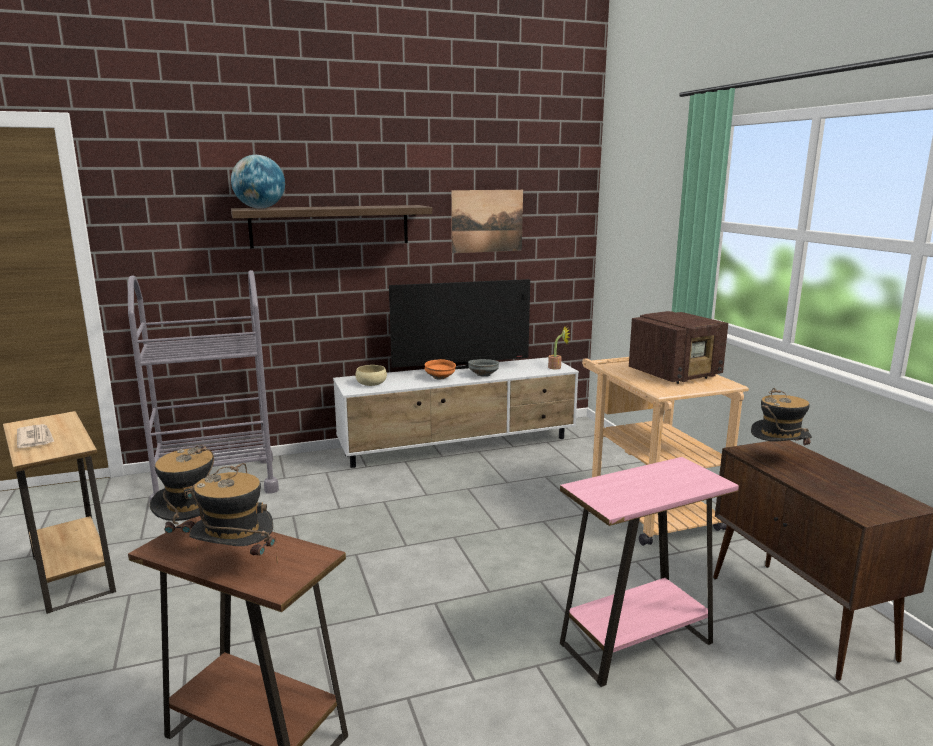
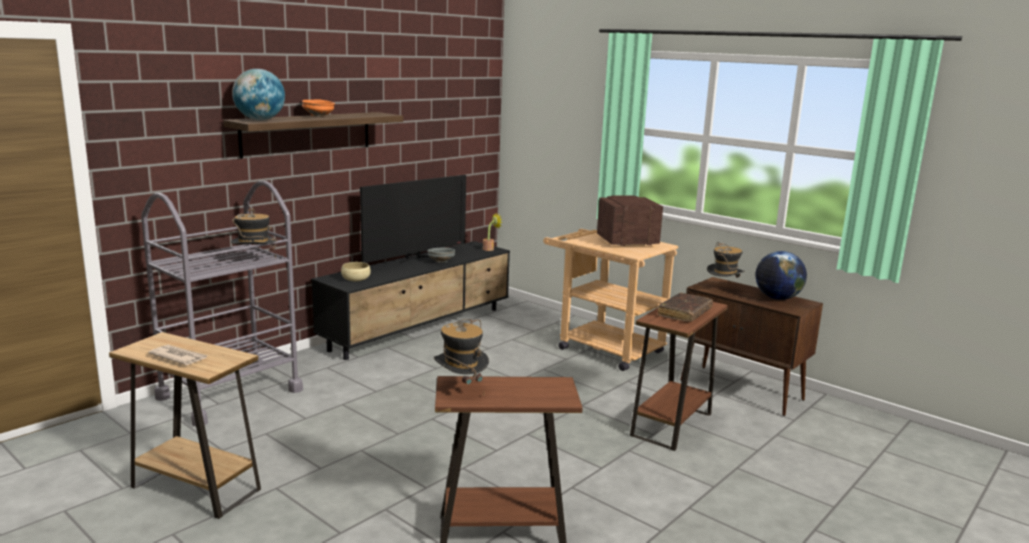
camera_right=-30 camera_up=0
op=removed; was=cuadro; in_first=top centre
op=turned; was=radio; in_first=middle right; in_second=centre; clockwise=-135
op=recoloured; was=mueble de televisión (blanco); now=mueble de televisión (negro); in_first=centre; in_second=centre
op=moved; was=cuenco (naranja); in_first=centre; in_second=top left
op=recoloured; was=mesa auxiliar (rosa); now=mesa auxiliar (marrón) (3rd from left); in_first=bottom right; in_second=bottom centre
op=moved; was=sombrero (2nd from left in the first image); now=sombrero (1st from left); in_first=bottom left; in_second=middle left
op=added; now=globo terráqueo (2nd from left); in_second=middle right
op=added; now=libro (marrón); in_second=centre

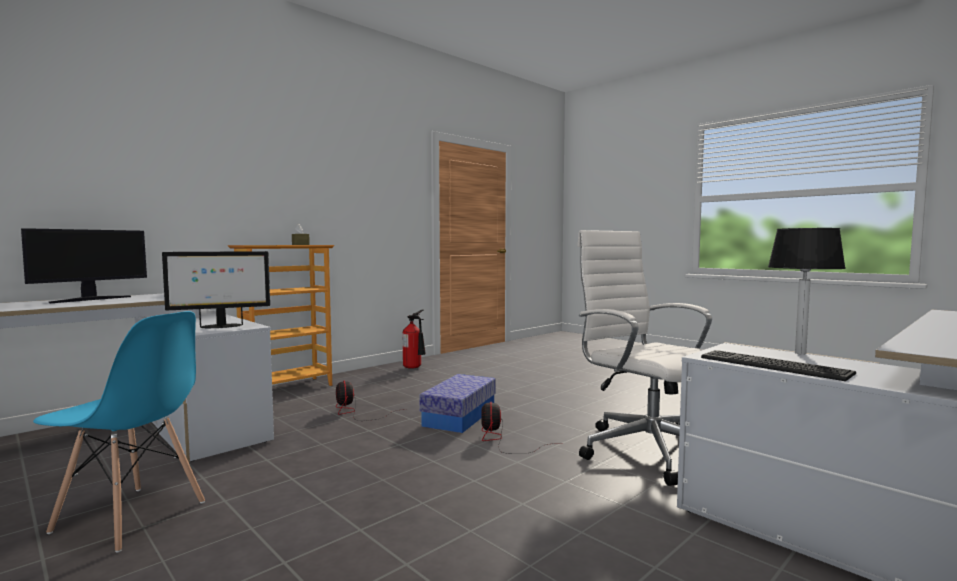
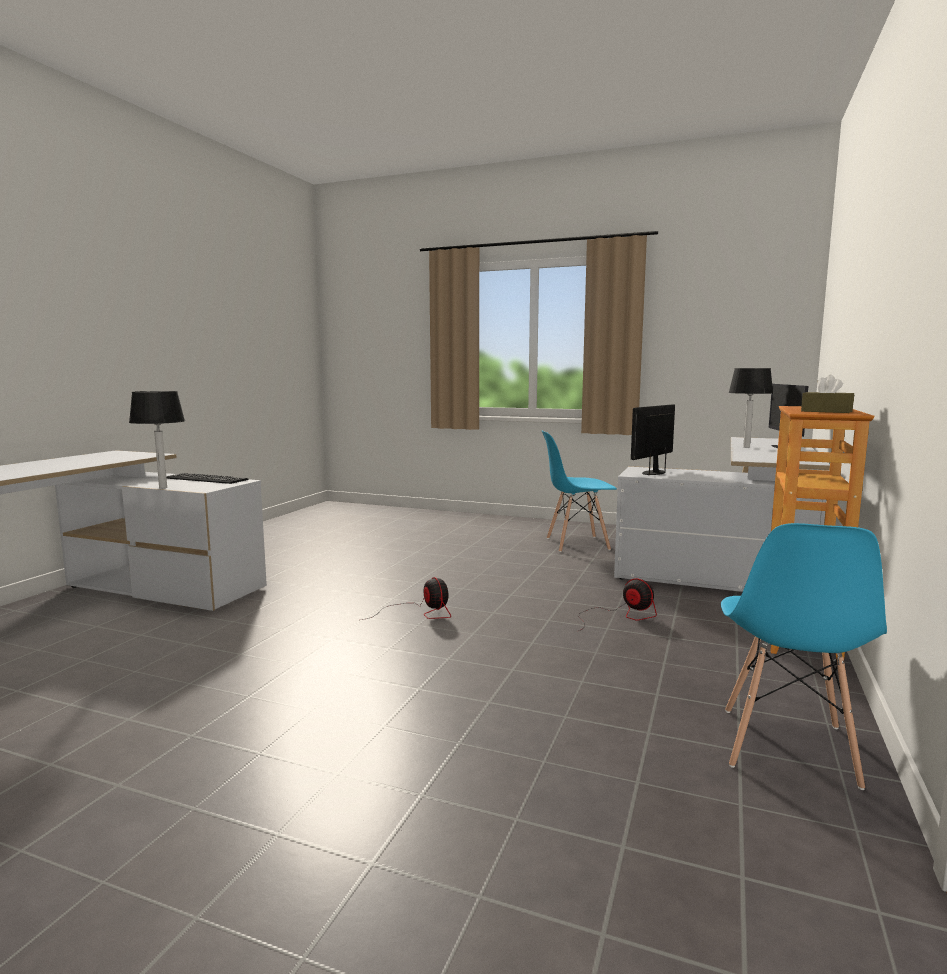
camera_right=155 camera_up=5
op=removed; was=silla de oficina (blanco); in_first=middle right
op=replaced; was=extintor; now=silla (azul) (2nd from left); in_first=centre; in_second=bottom right
op=removed; was=caja de almacenaje; in_first=bottom centre
op=added; now=lámpara de mesa (2nd from left); in_second=middle right

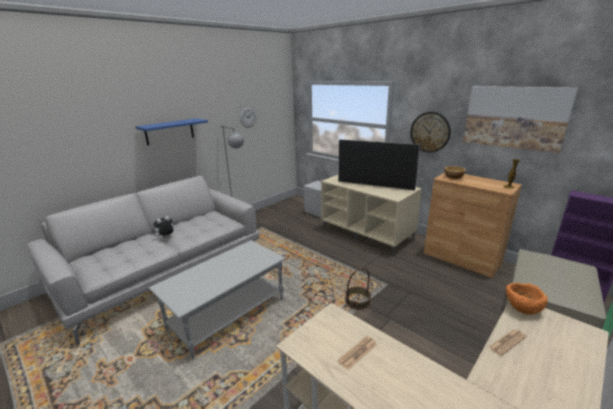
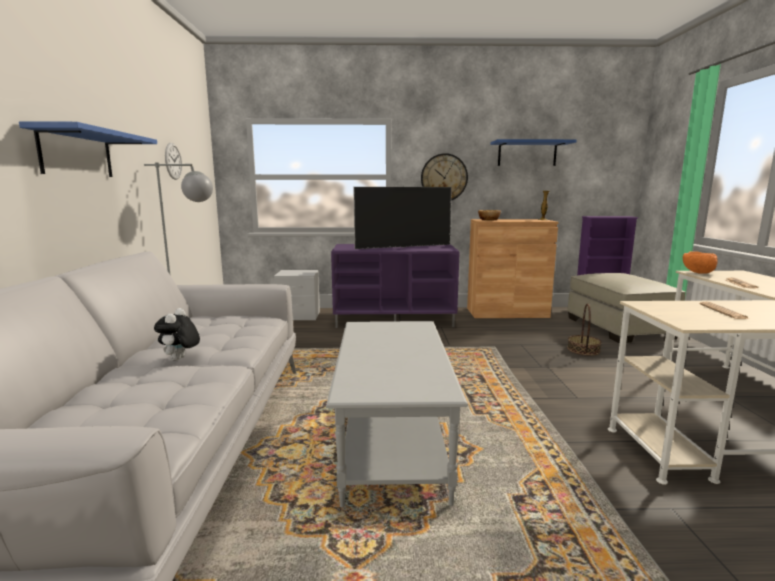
camera_right=-45 camera_up=-10
op=replaced; was=cuadro; now=estante (azul) (2nd from left); in_first=top right; in_second=top right
op=recoloured; was=mueble de televisión (beis); now=mueble de televisión (morado); in_first=centre; in_second=centre
op=moved; was=cesta; in_first=bottom centre; in_second=middle right

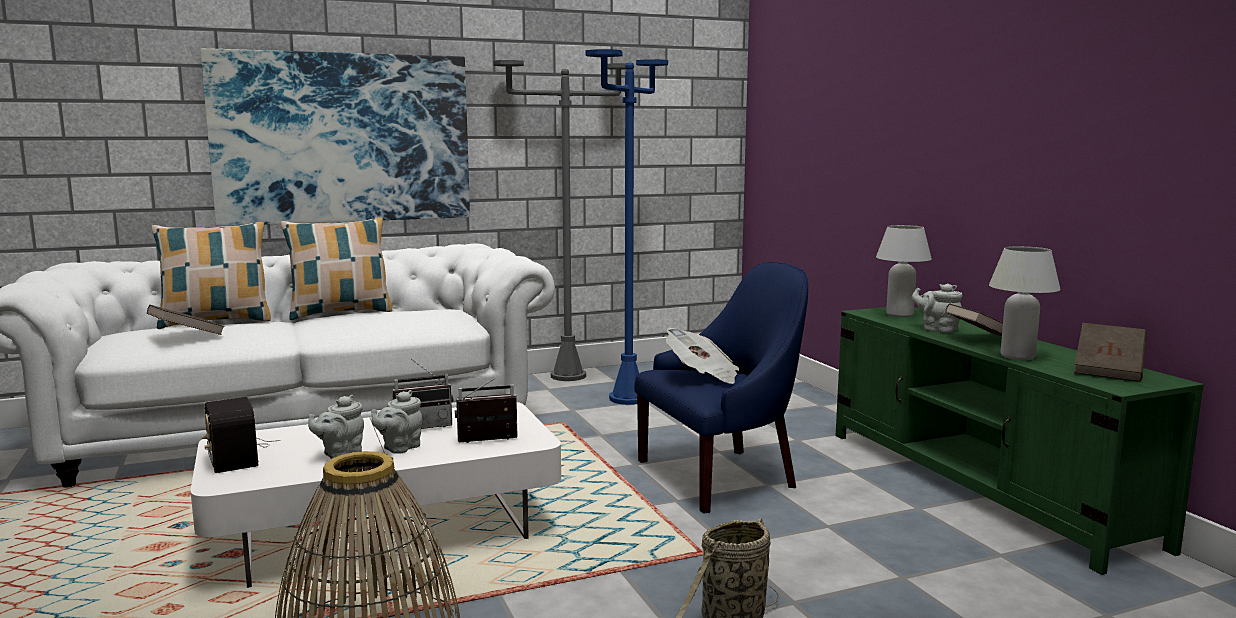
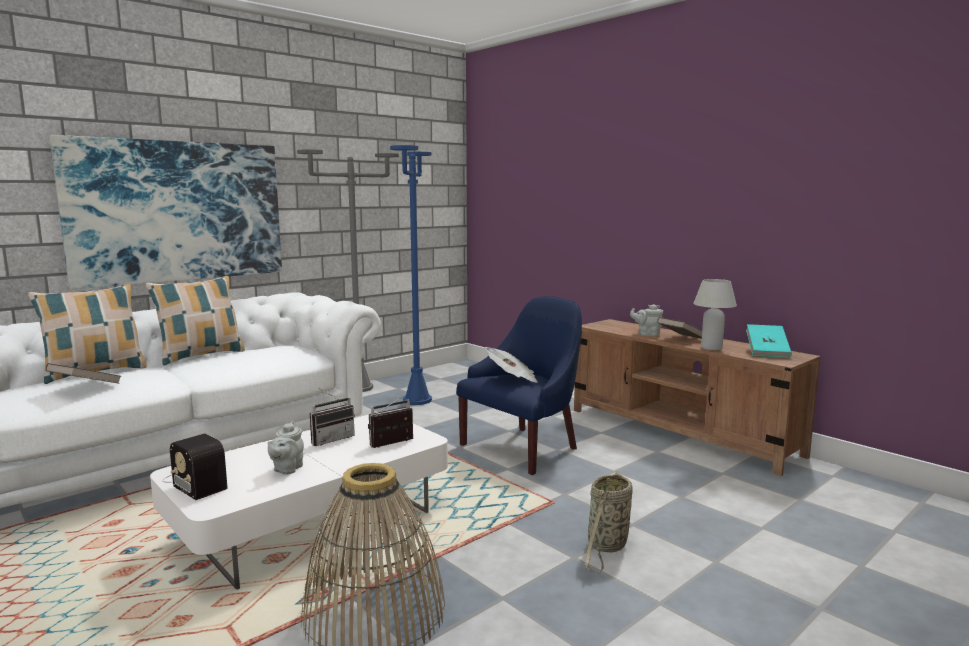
camera_right=-20 camera_up=0
op=removed; was=lámpara de mesa (blanco) (1st from left); in_first=middle right
op=recoloured; was=mueble de televisión (verde); now=mueble de televisión (marrón); in_first=bottom right; in_second=middle right
op=recoloured; was=libro (marrón) (3rd from left); now=libro (turquesa); in_first=middle right; in_second=middle right
op=removed; was=tetera (gris) (2nd from left); in_first=bottom left

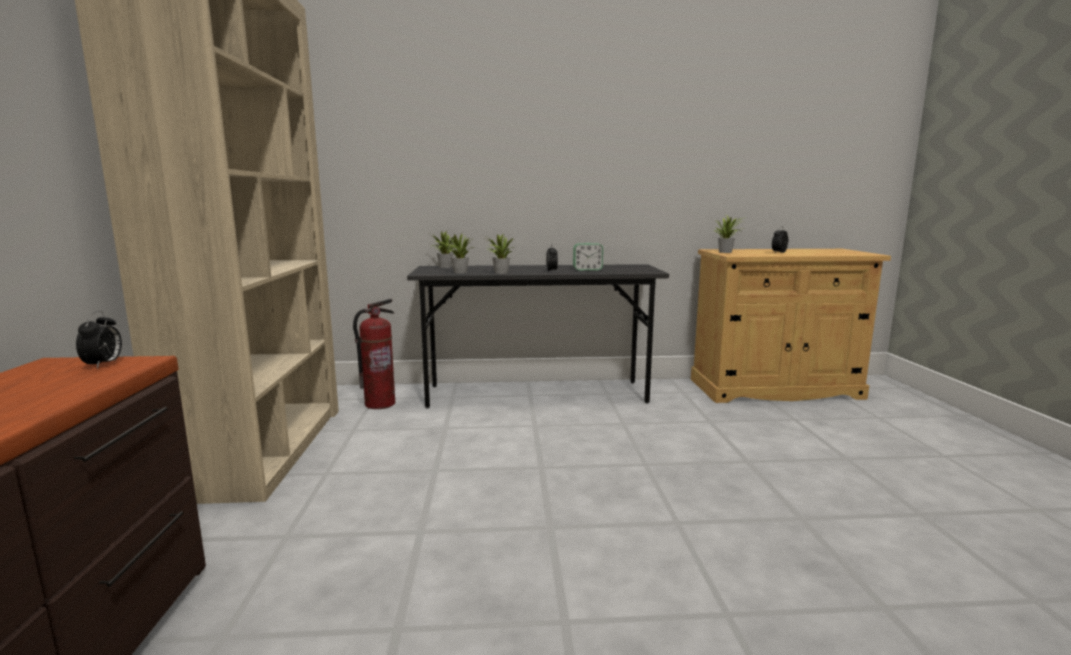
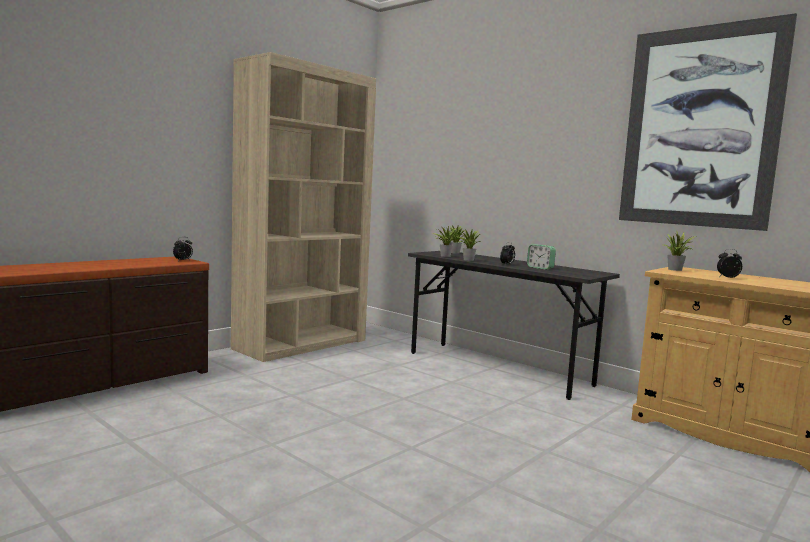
camera_right=45 camera_up=-5
op=removed; was=extintor; in_first=centre
op=added; now=cuadro; in_second=top right

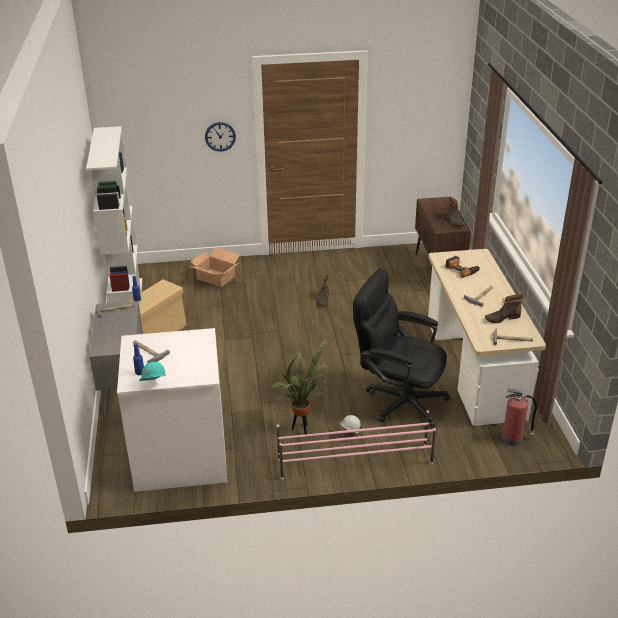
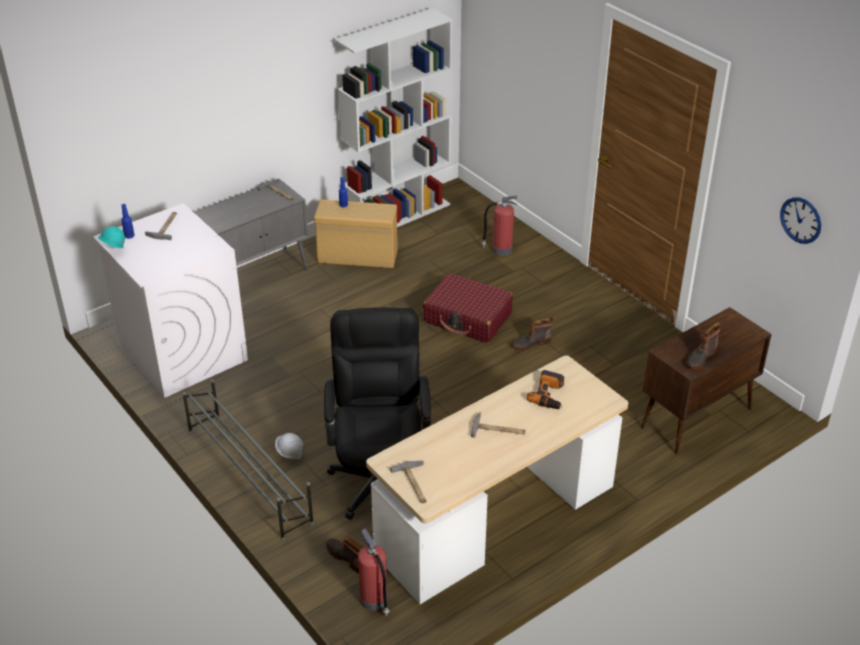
camera_right=60 camera_up=5
op=moved; was=reloj de pared; in_first=top centre; in_second=middle right
op=replaced; was=caja de cartón; now=extintor (2nd from left); in_first=centre; in_second=centre
op=moved; was=bota (3rd from left in the first image); now=bota (1st from left); in_first=middle right; in_second=bottom centre
op=removed; was=planta en maceta; in_first=centre
op=recoloured; was=zapatero (rosa); now=zapatero (gris); in_first=bottom centre; in_second=bottom left
op=added; now=maleta (rojo); in_second=centre

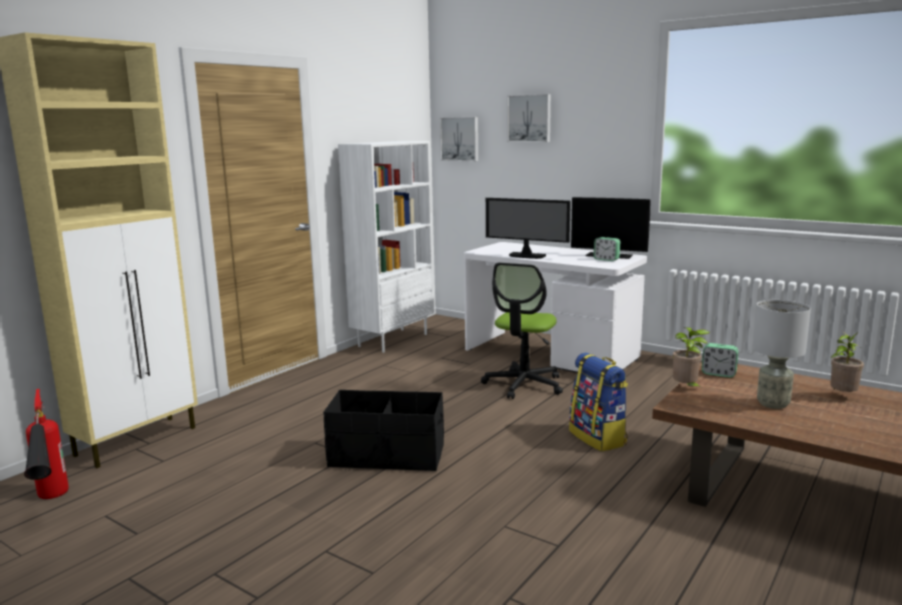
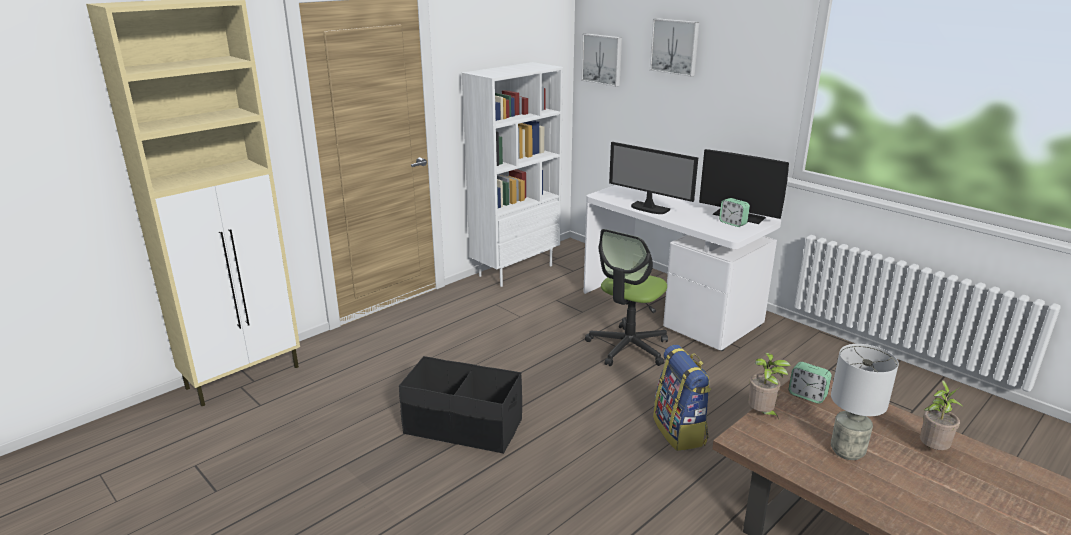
camera_right=10 camera_up=10
op=removed; was=extintor; in_first=bottom left

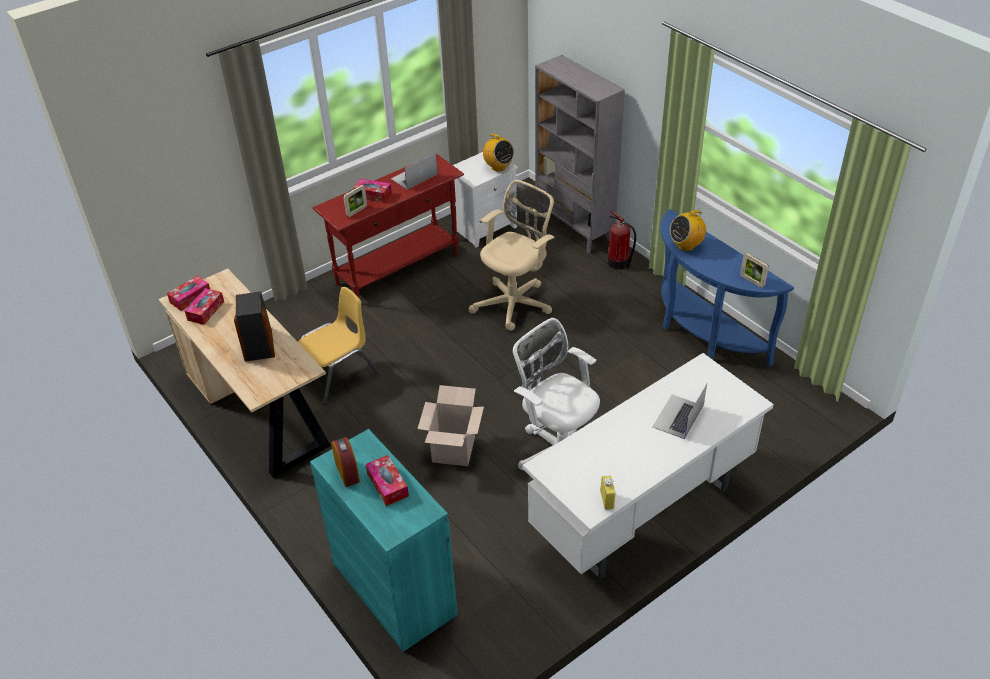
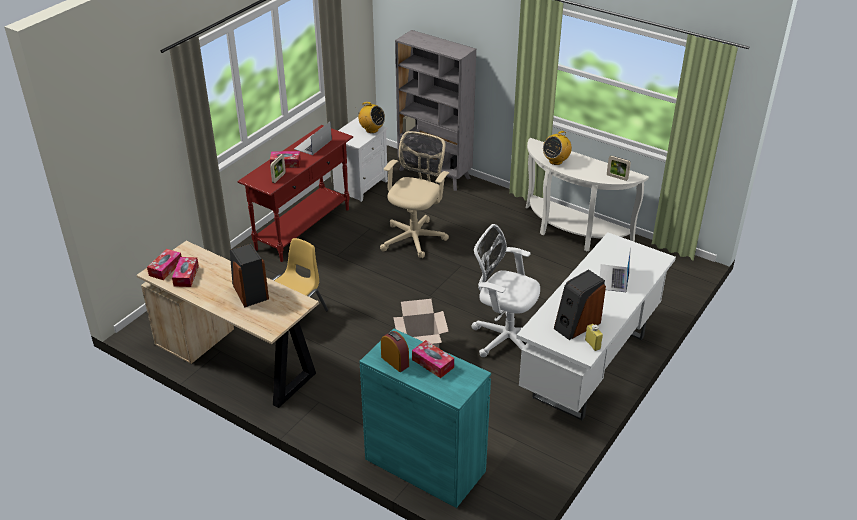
camera_right=-20 camera_up=-5
op=recoloured; was=mesa consola (azul); now=mesa consola (blanco); in_first=middle right; in_second=middle right
op=removed; was=extintor; in_first=centre
op=added; now=altavoz (2nd from left); in_second=middle right

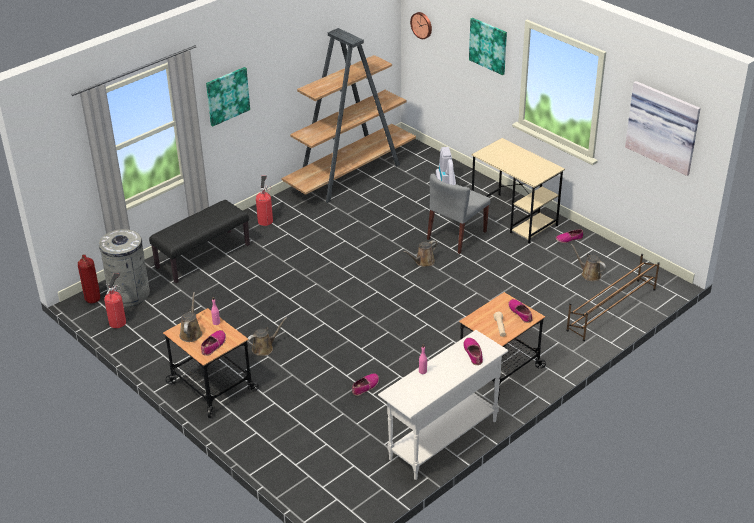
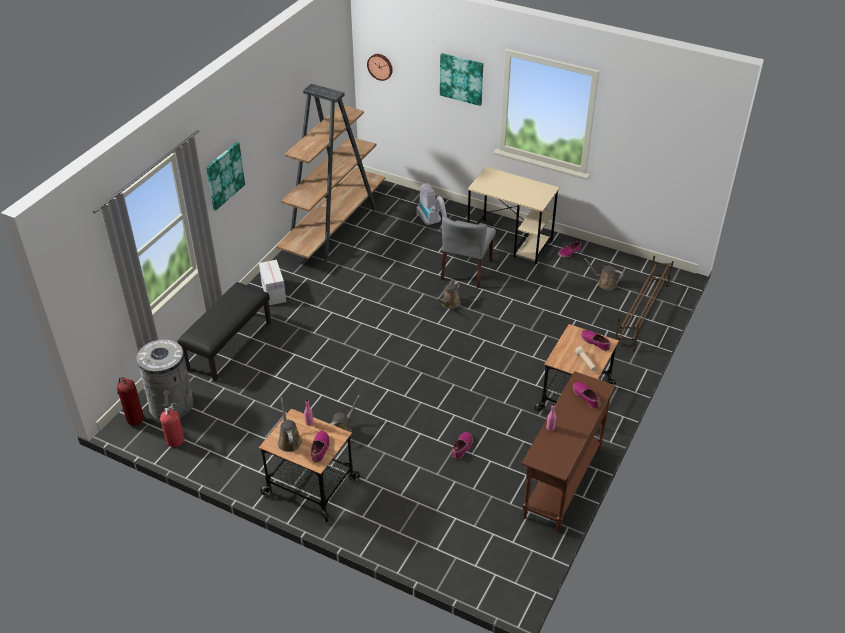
camera_right=-20 camera_up=5
op=removed; was=cuadro (3rd from left); in_first=top right
op=replaced; was=extintor (3rd from left); now=caja de cartón; in_first=centre; in_second=middle left
op=recoloured; was=mesa consola (blanco); now=mesa consola (marrón); in_first=bottom centre; in_second=bottom right

